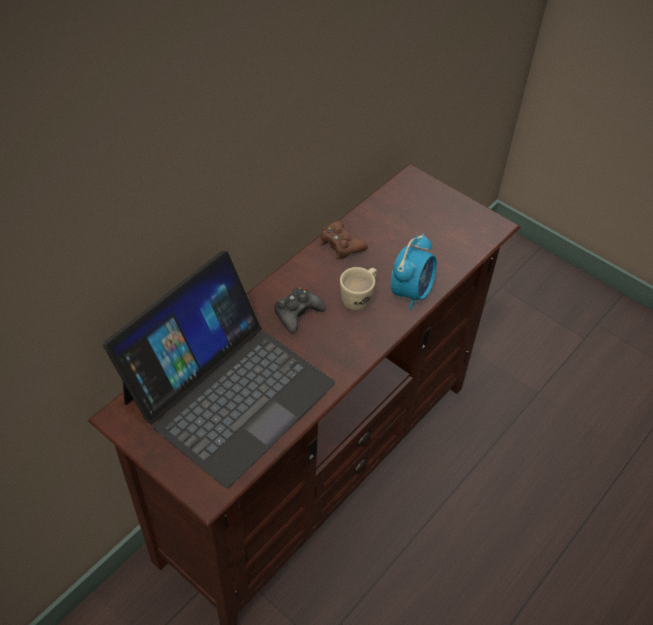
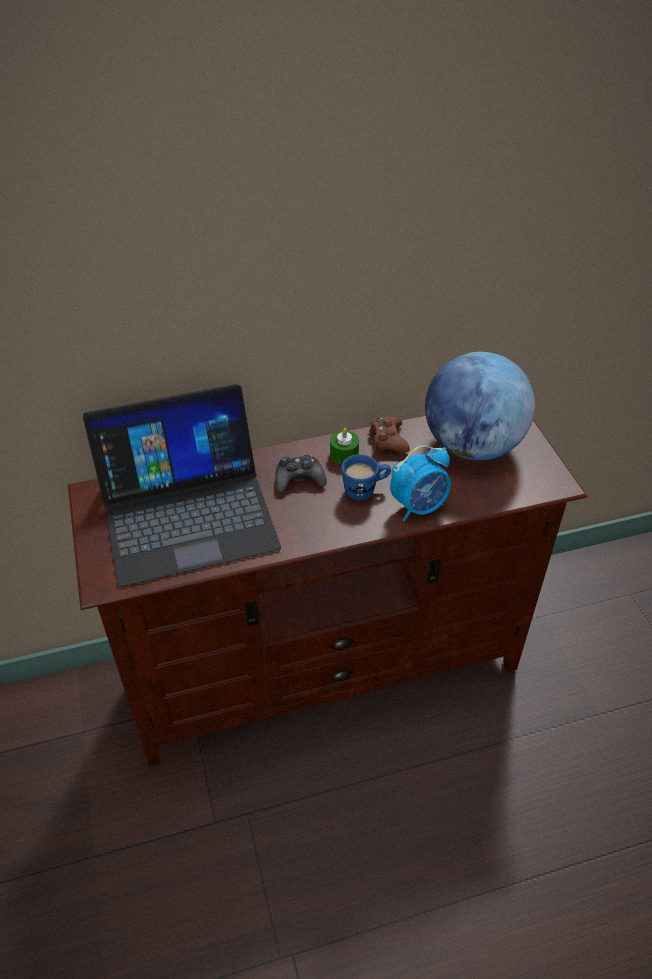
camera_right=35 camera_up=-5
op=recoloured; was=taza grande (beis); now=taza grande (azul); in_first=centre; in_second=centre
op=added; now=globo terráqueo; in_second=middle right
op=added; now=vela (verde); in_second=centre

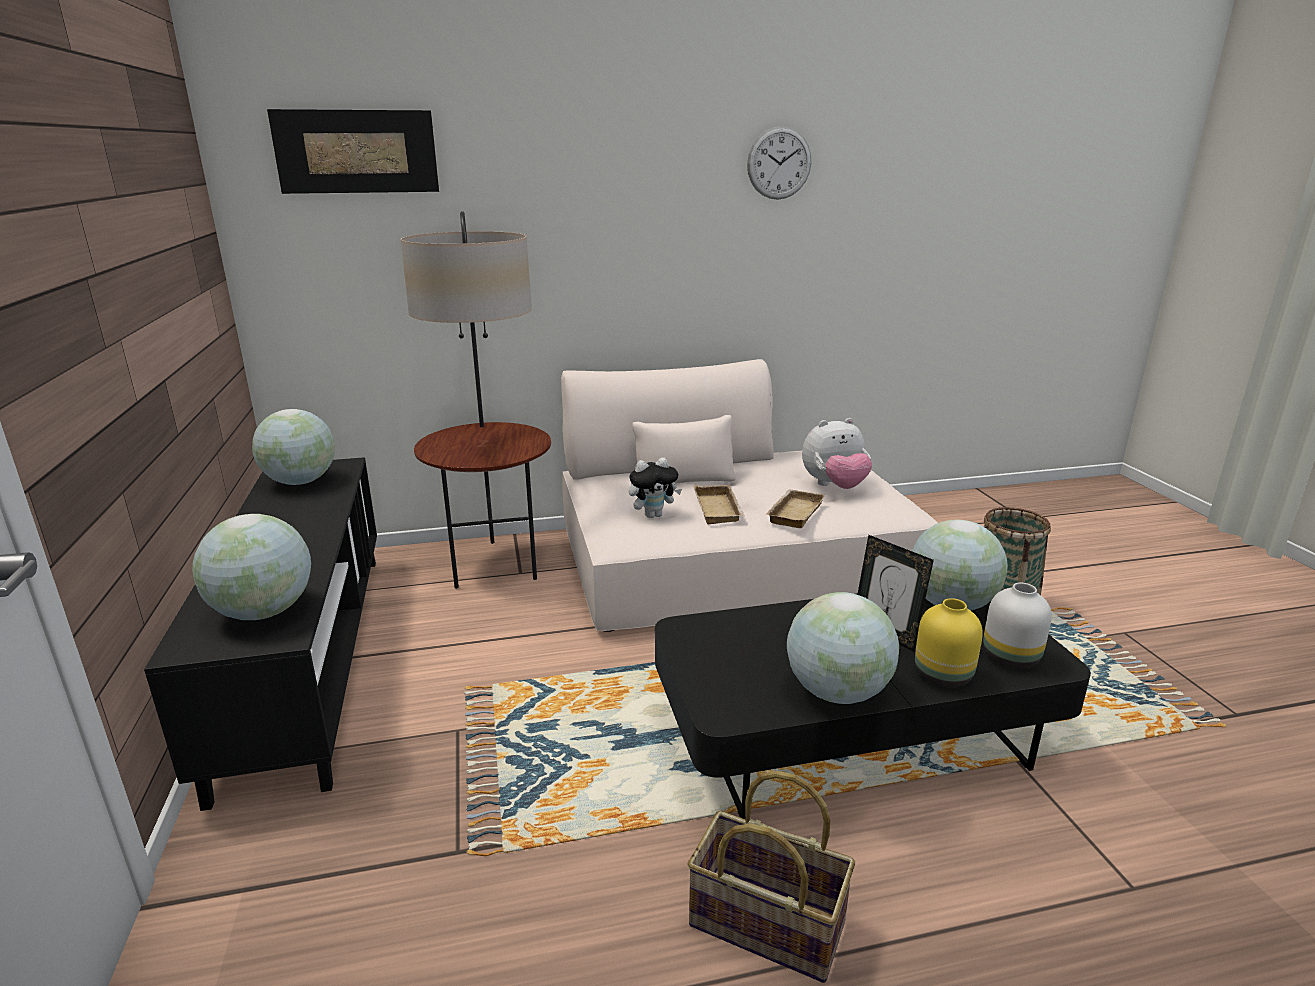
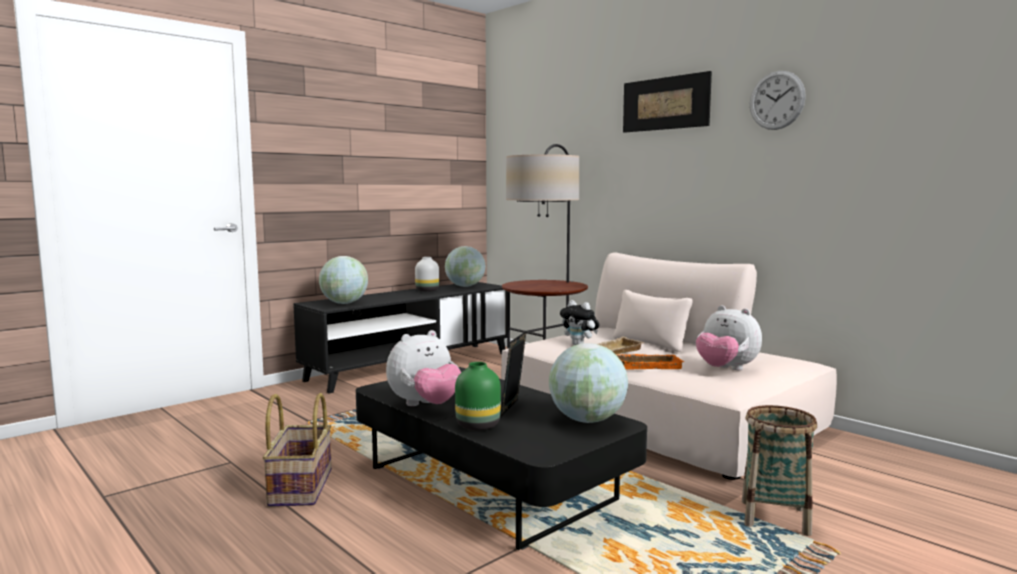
camera_right=60 camera_up=-15
op=moved; was=cuadro; in_first=top left; in_second=top centre
op=recoloured; was=bandeja (beis) (2nd from left); now=bandeja (naranja); in_first=centre; in_second=centre
op=moved; was=florero (blanco); in_first=middle right; in_second=centre
op=replaced; was=globo terráqueo (3rd from left); now=peluche (1st from left); in_first=centre; in_second=centre
op=recoloured; was=florero (amarillo); now=florero (verde); in_first=middle right; in_second=bottom centre

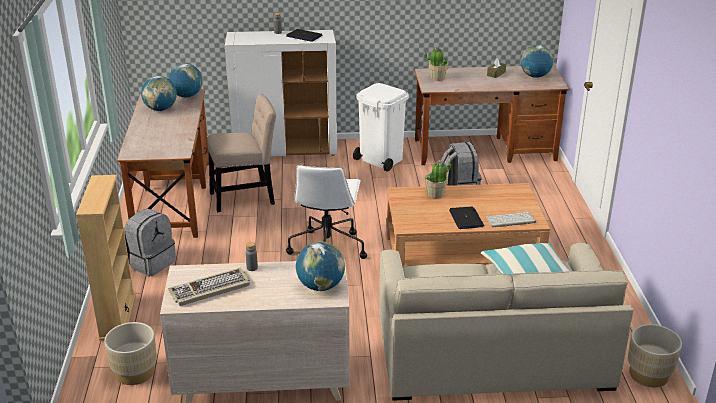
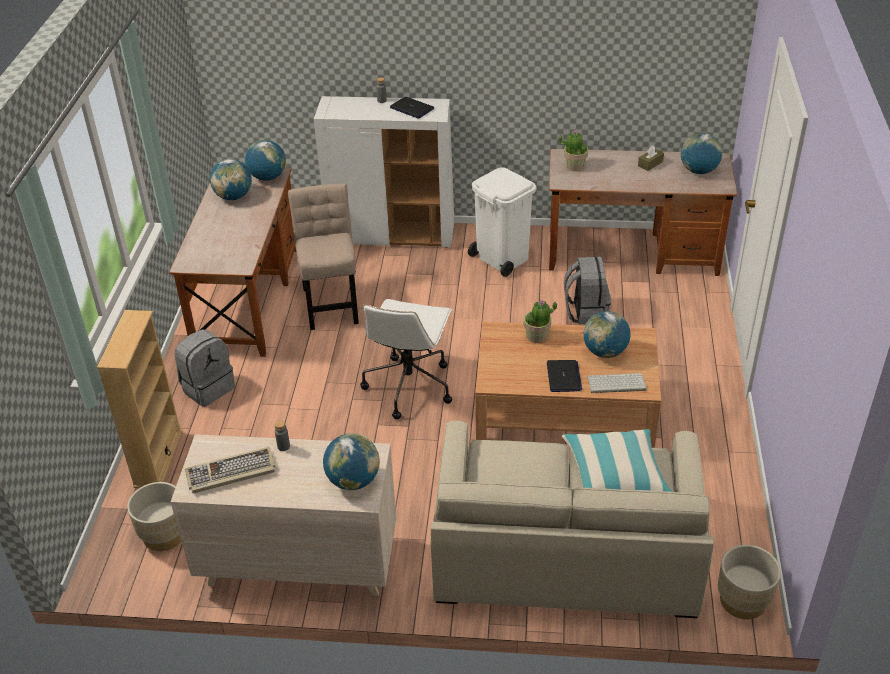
camera_right=10 camera_up=10
op=turned; was=silla (beis); in_first=centre; in_second=centre; clockwise=-90
op=added; now=globo terráqueo (4th from left); in_second=middle right

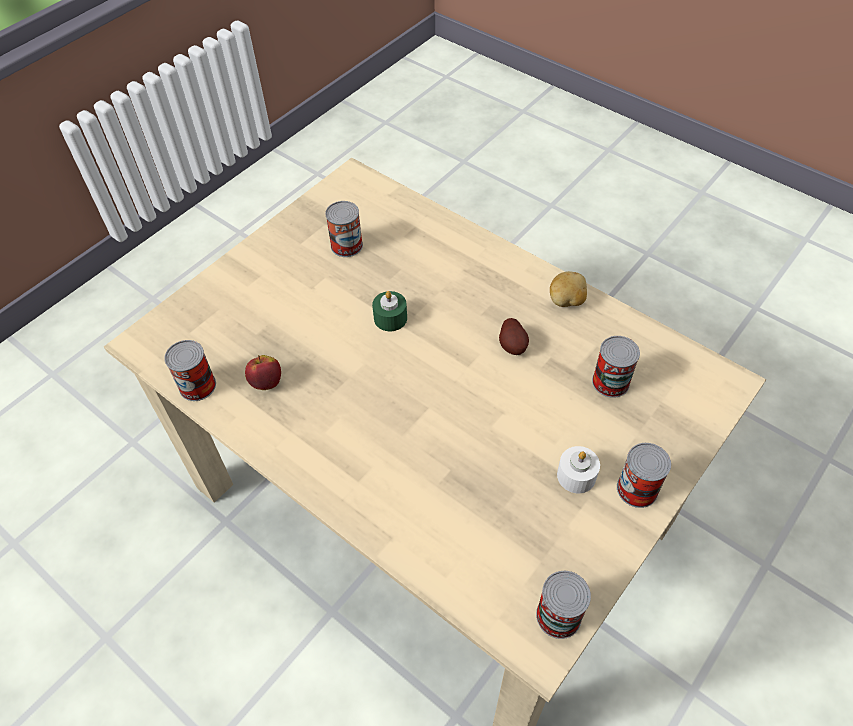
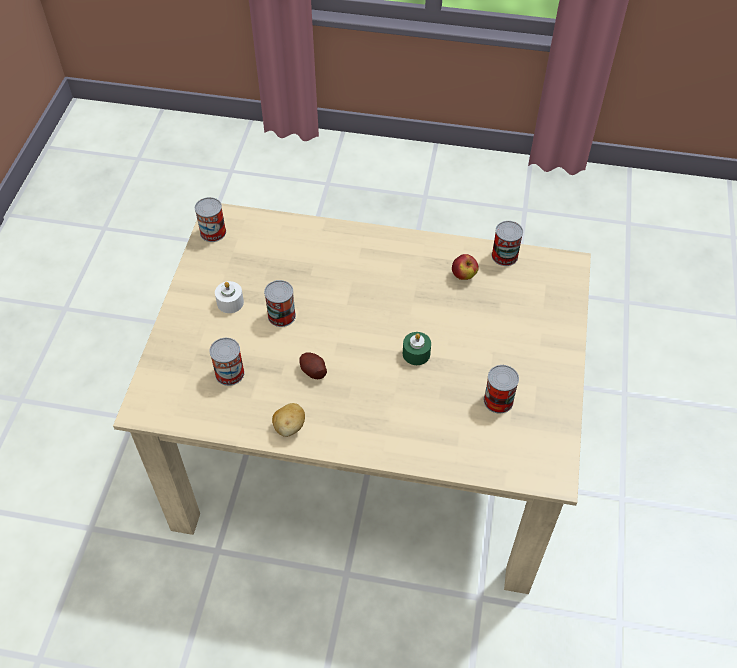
camera_right=150 camera_up=0
op=moved; was=lata (5th from left in the first image); now=lata (3rd from left); in_first=middle right; in_second=centre

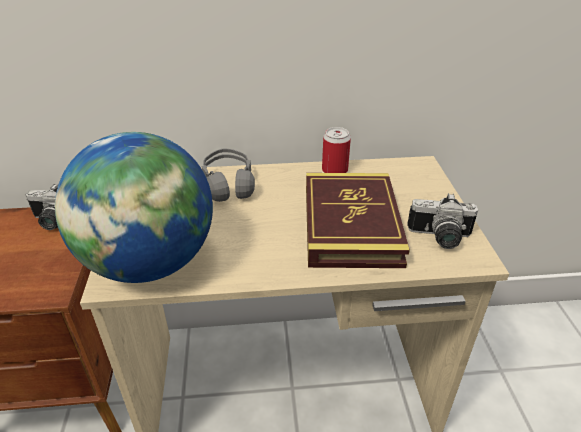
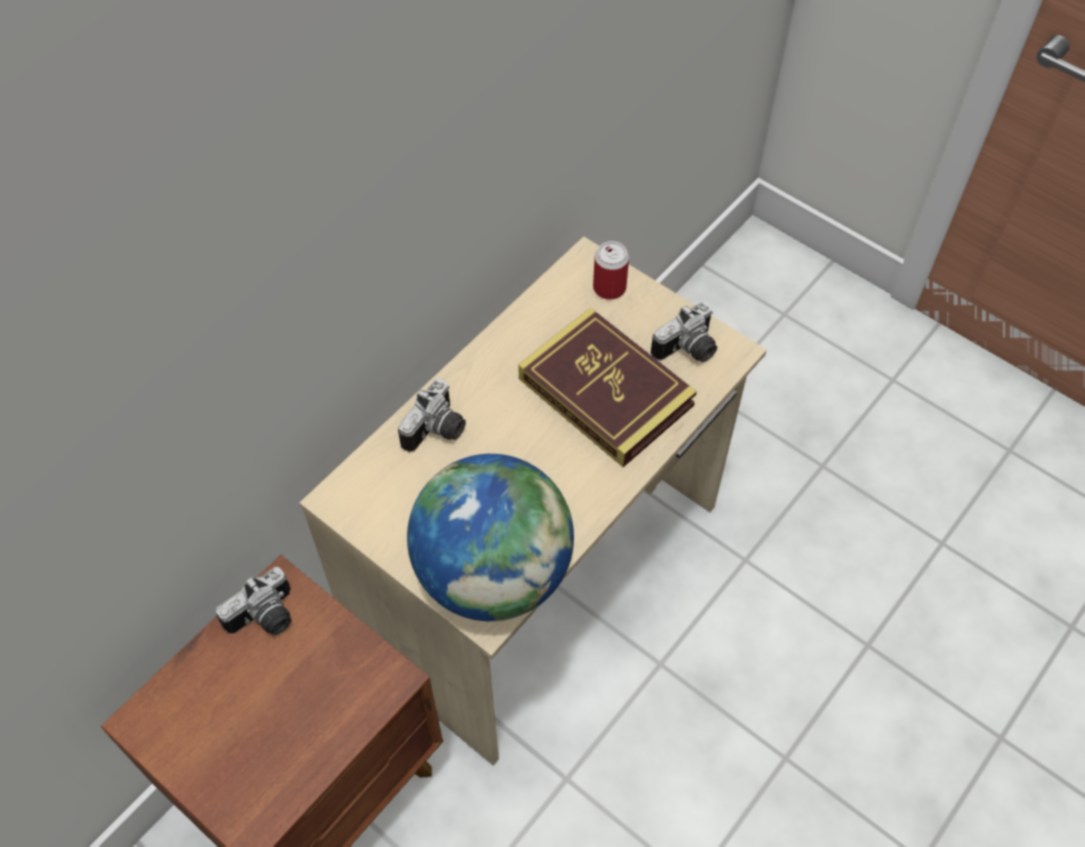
camera_right=-45 camera_up=20
op=moved; was=lata; in_first=centre; in_second=top centre
op=replaced; was=auriculares (gris); now=cámara (2nd from left); in_first=centre; in_second=centre

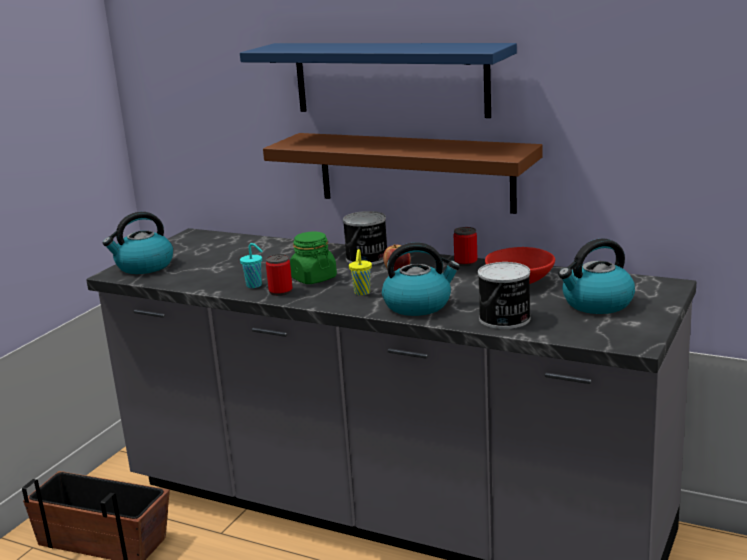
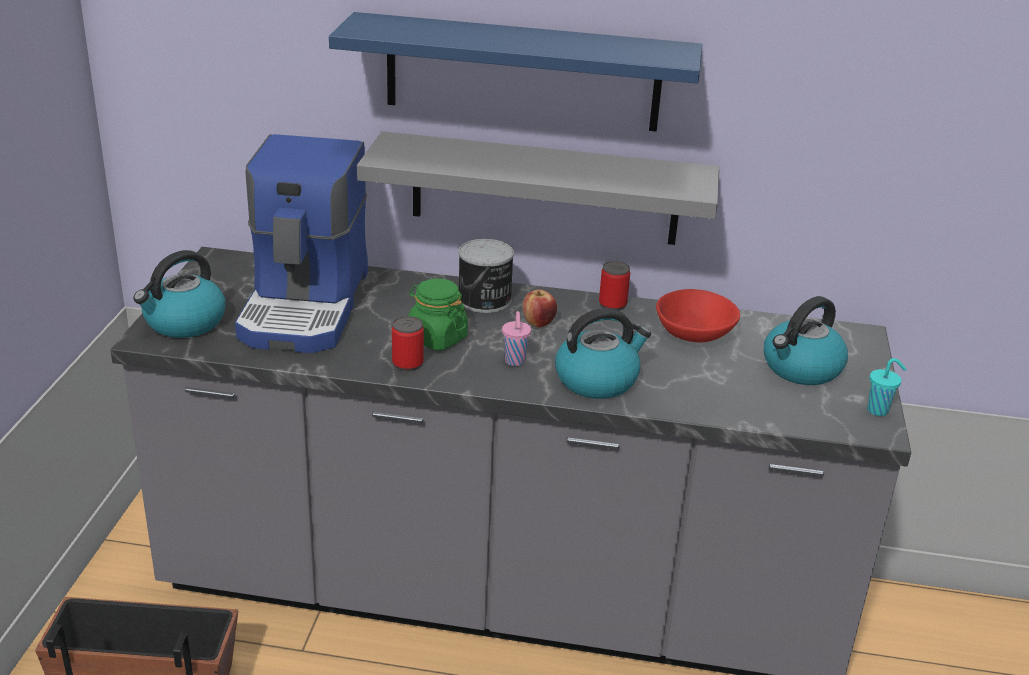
camera_right=-20 camera_up=10
op=recoloured; was=estante (marrón); now=estante (gris); in_first=top centre; in_second=top centre
op=moved; was=taza (turquesa); in_first=centre; in_second=middle right
op=recoloured; was=taza (amarillo); now=taza (rosa); in_first=centre; in_second=centre
op=removed; was=lata (4th from left); in_first=middle right
op=added; now=cafetera; in_second=middle left

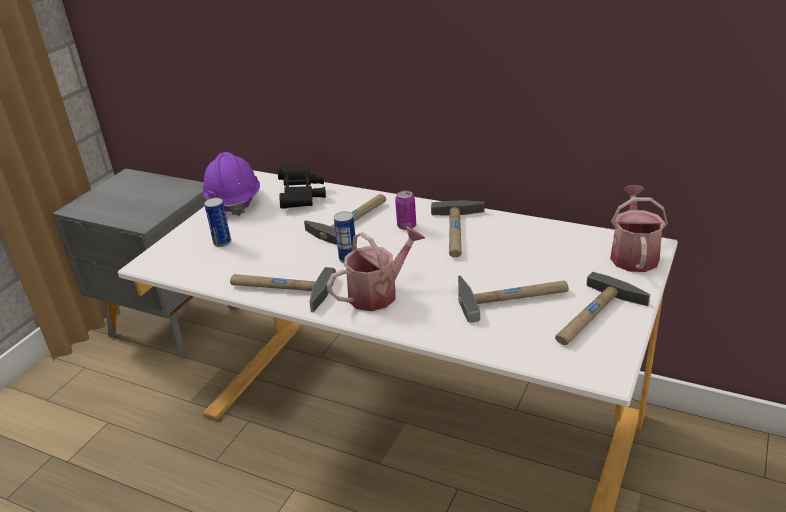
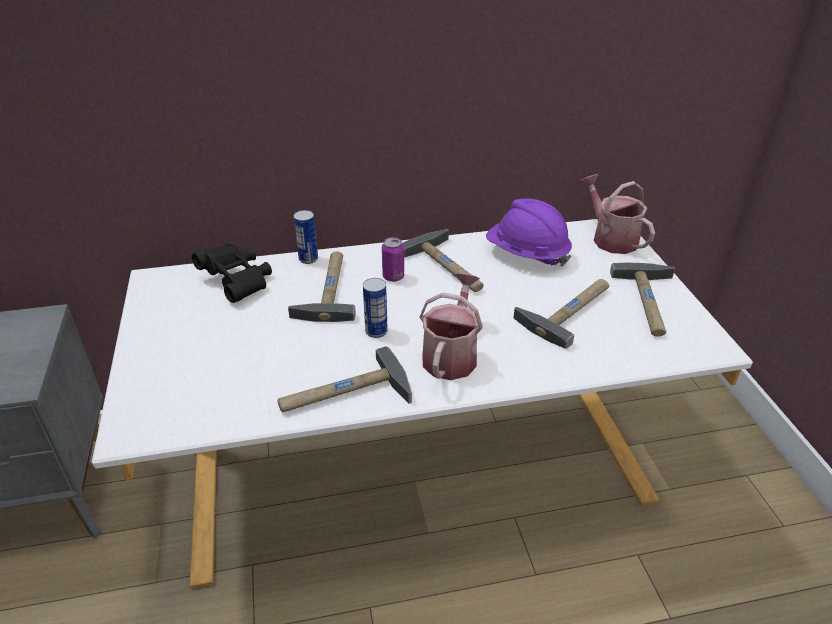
camera_right=-40 camera_up=5
op=moved; was=casco (morado); in_first=middle left; in_second=centre
op=moved; was=lata (1st from left); in_first=middle left; in_second=centre

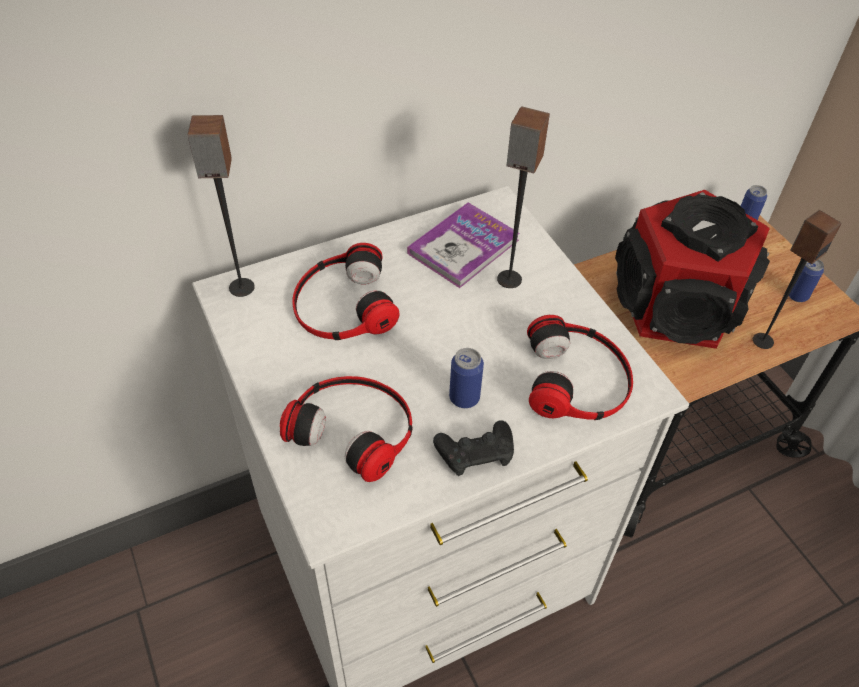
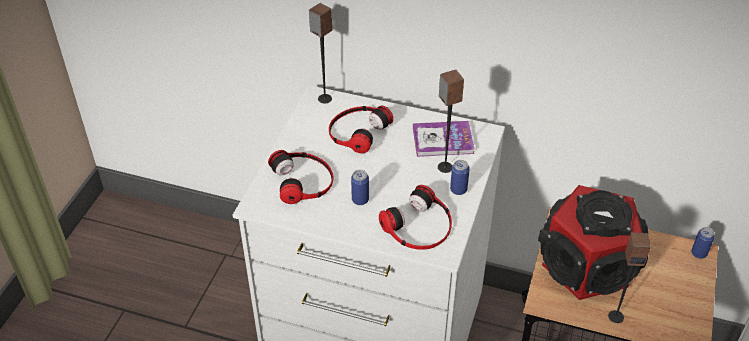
camera_right=45 camera_up=-5
op=moved; was=lata (3rd from left in the first image); now=lata (2nd from left); in_first=middle right; in_second=centre
op=removed; was=mando de consola (negro); in_first=centre

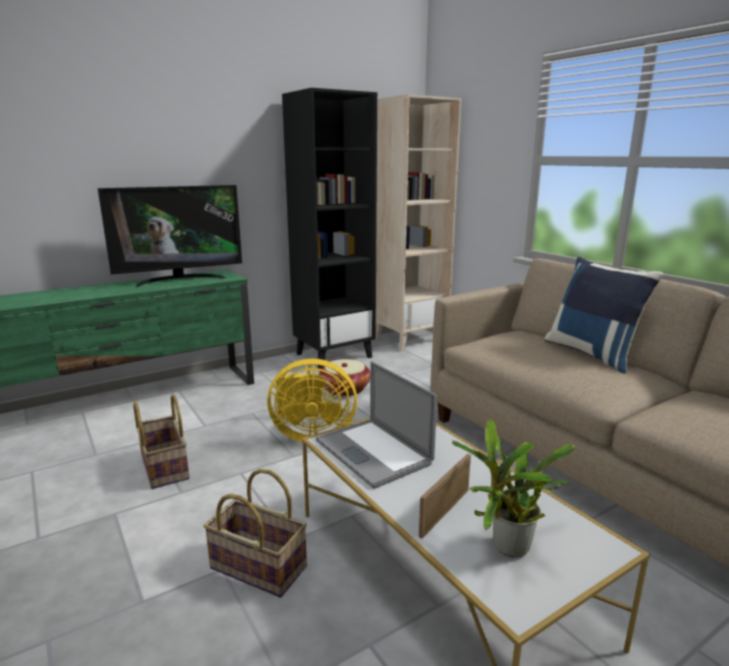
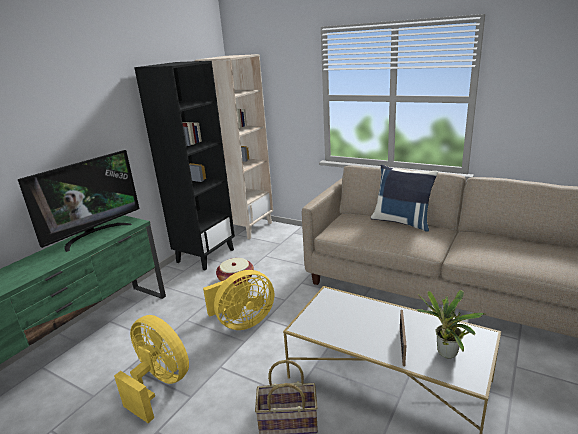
camera_right=-25 camera_up=5
op=removed; was=portátil; in_first=centre
op=replaced; was=cesta (1st from left); now=ventilador (amarillo) (1st from left); in_first=middle left; in_second=bottom left

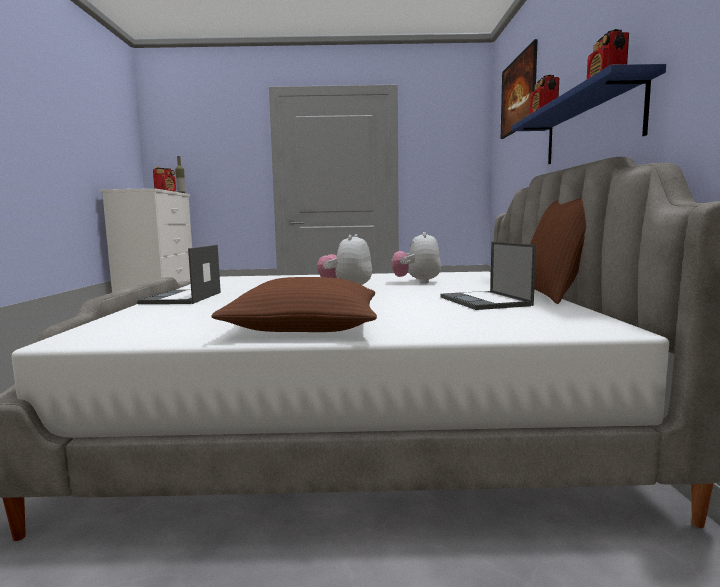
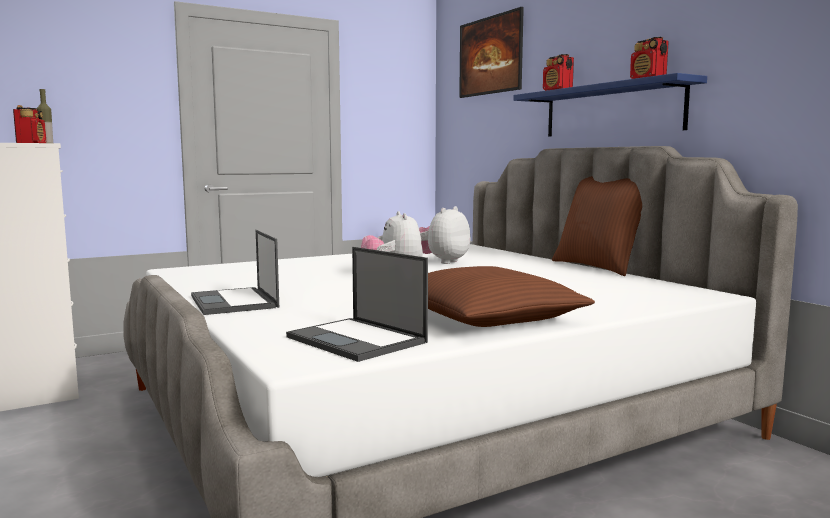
camera_right=-30 camera_up=0
op=turned; was=peluche (2nd from left); in_first=centre; in_second=centre; clockwise=60
op=moved; was=portátil (2nd from left); in_first=middle right; in_second=centre

